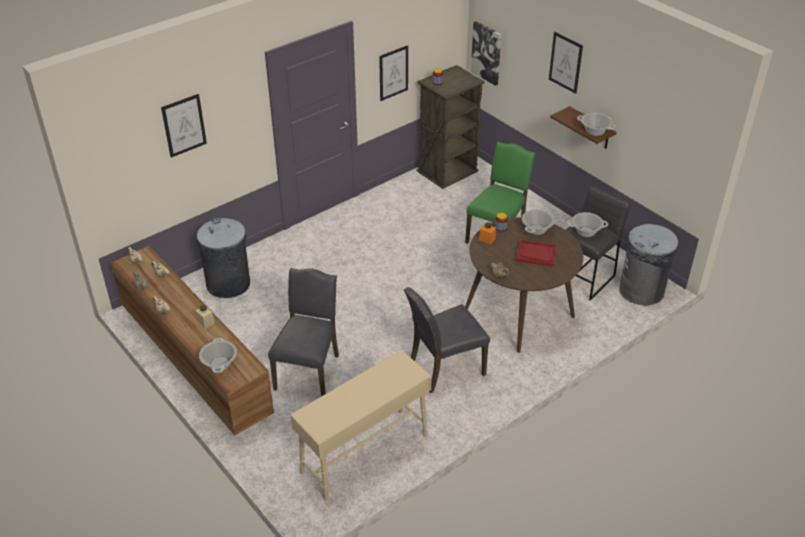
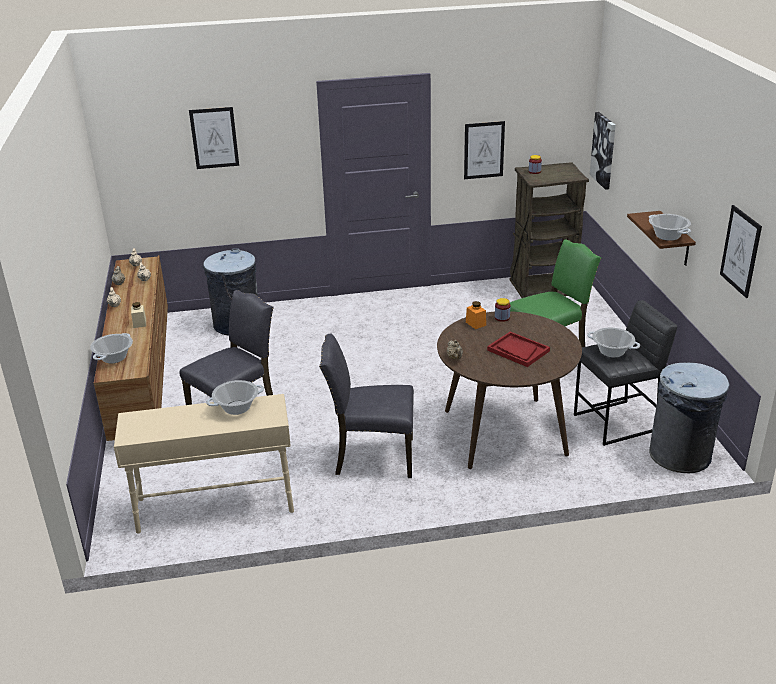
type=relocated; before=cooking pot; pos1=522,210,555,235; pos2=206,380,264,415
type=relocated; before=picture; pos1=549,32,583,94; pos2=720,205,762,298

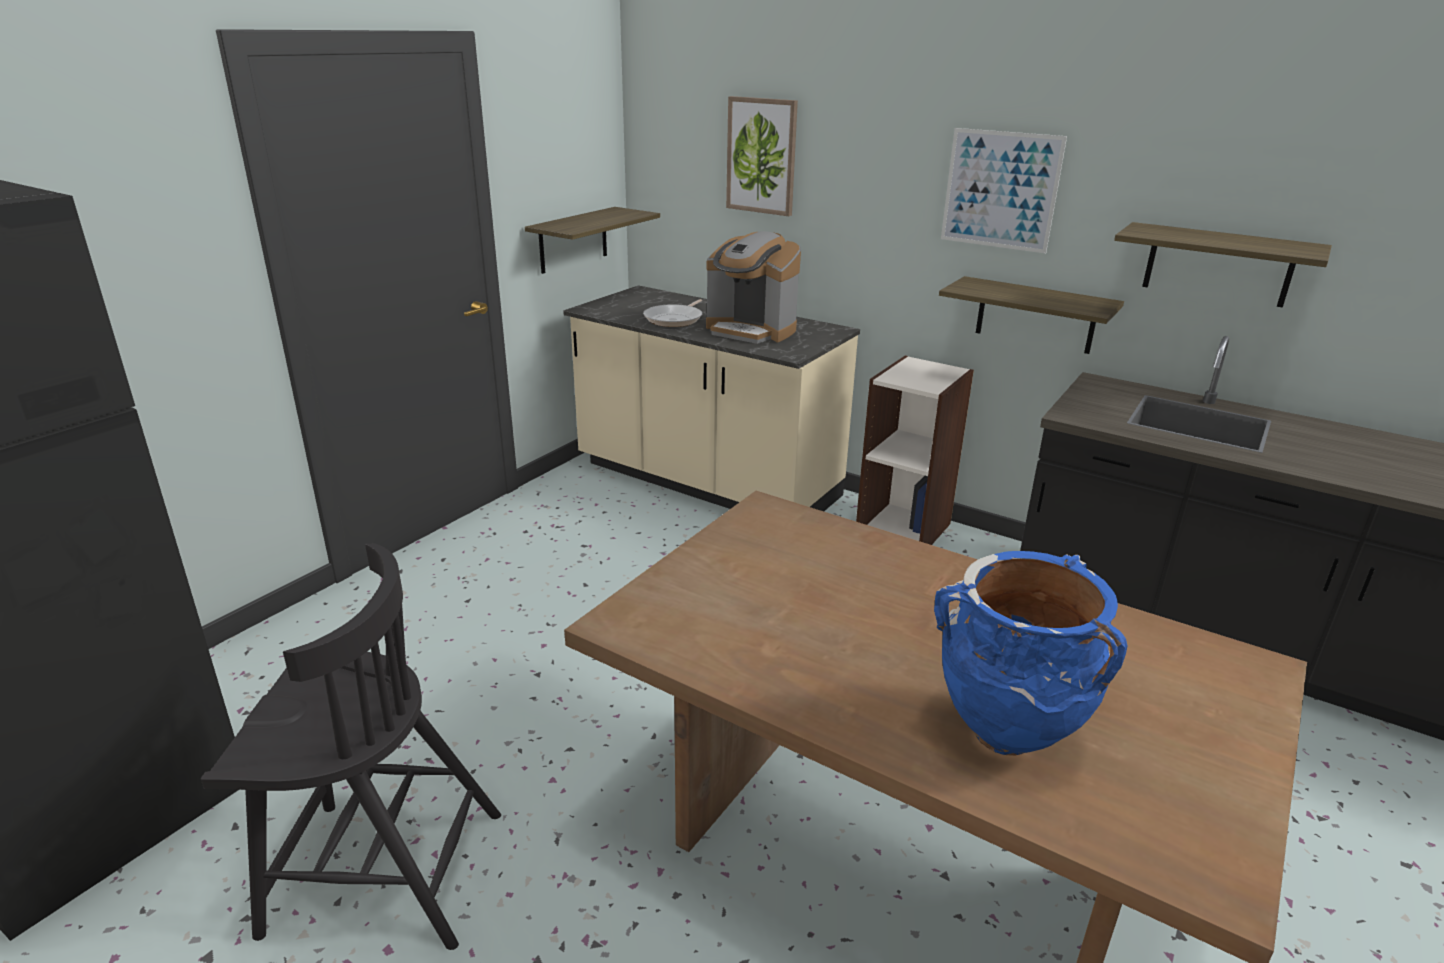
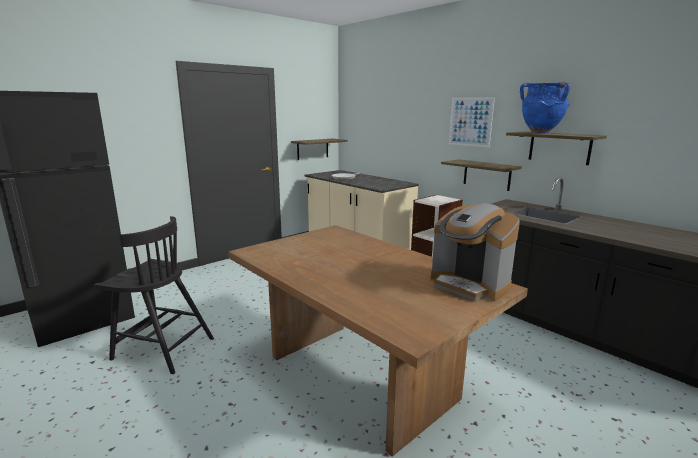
type=missing; before=picture; pos1=726,96,798,216
type=relocated; before=coffee machine; pos1=706,231,801,344; pos2=431,203,520,301
type=relocated; before=blue vase; pos1=934,551,1128,756; pos2=520,82,570,134

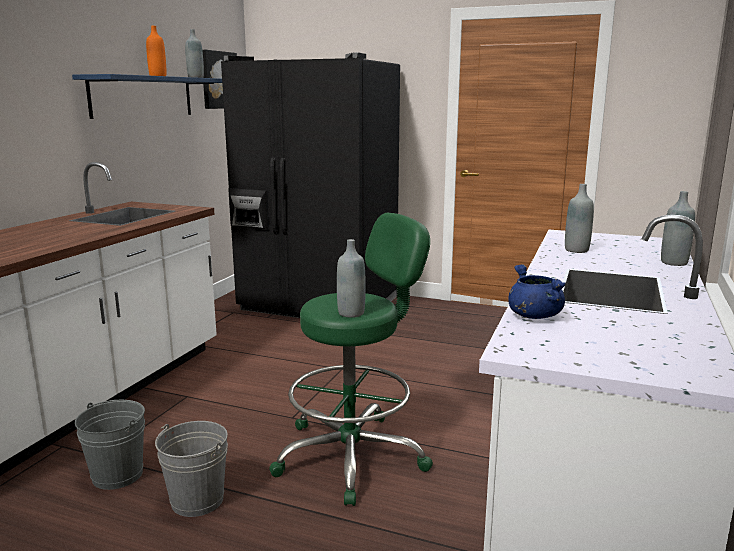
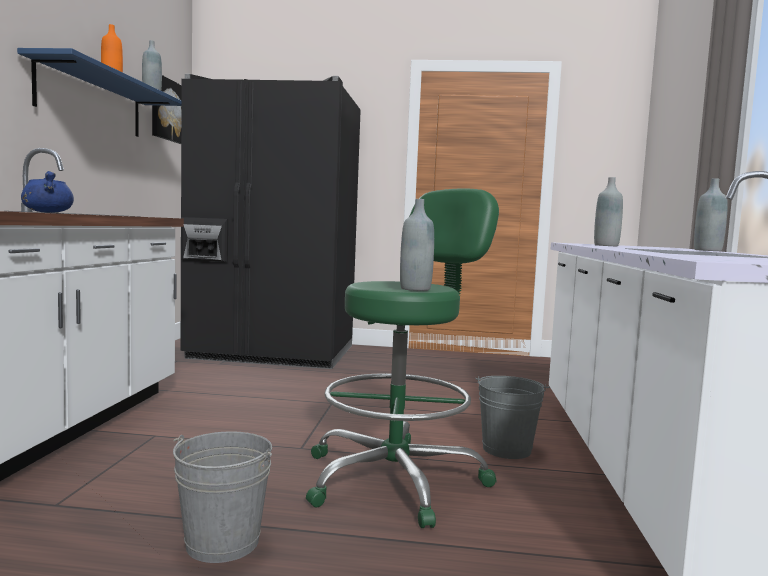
type=relocated; before=grey bucket; pos1=75,400,145,490; pos2=475,376,549,459
type=relocated; before=blue cooking pot; pos1=508,264,566,319; pos2=21,171,74,213

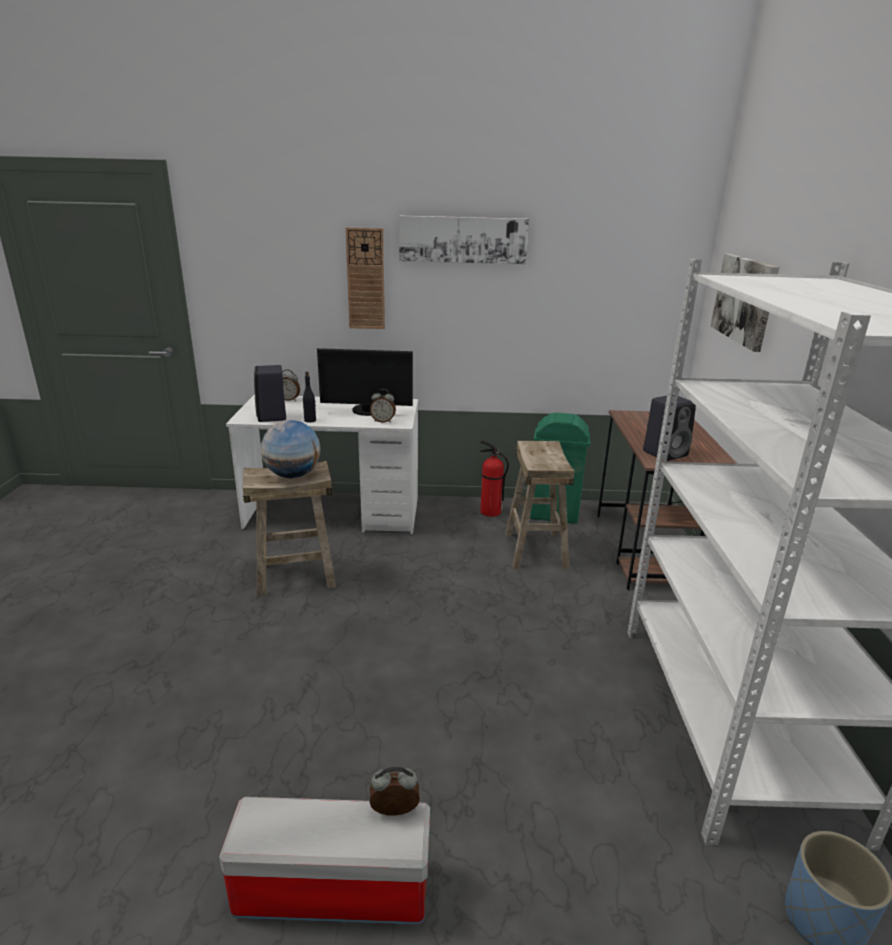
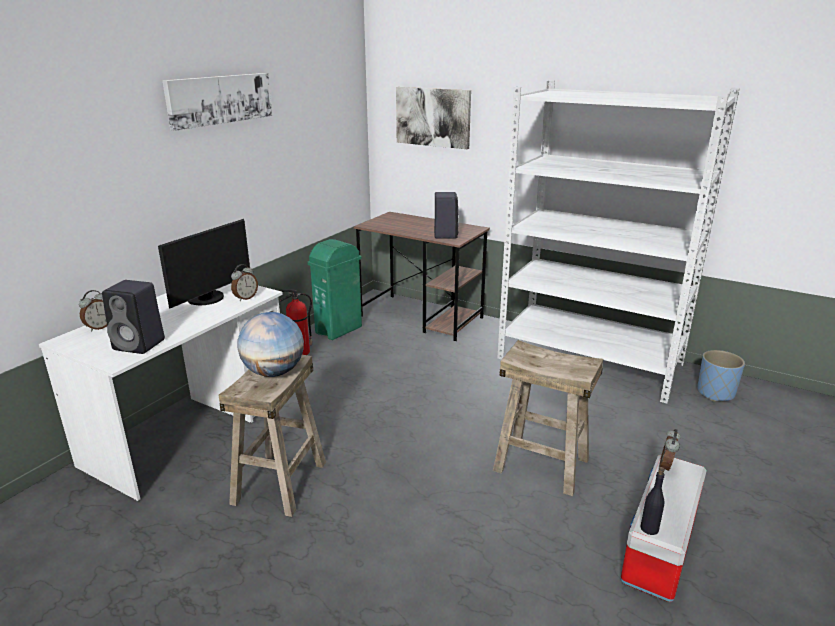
type=missing; before=wall clock; pos1=345,227,385,329
type=relocated; before=black bottle; pos1=303,372,316,423; pos2=641,467,665,535
type=relocated; before=beige stool; pos1=505,441,574,569; pos2=493,340,603,496

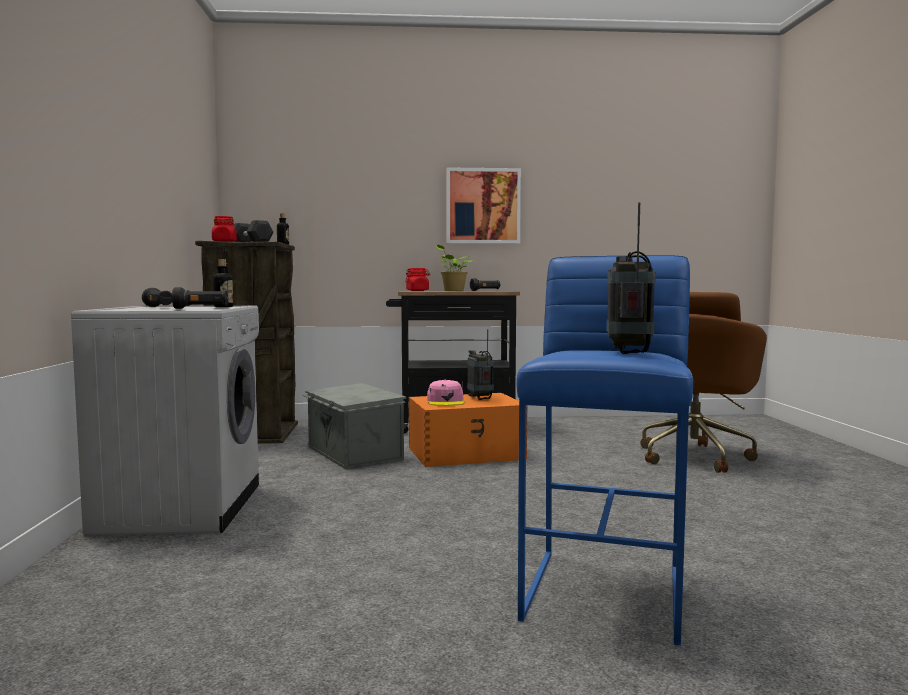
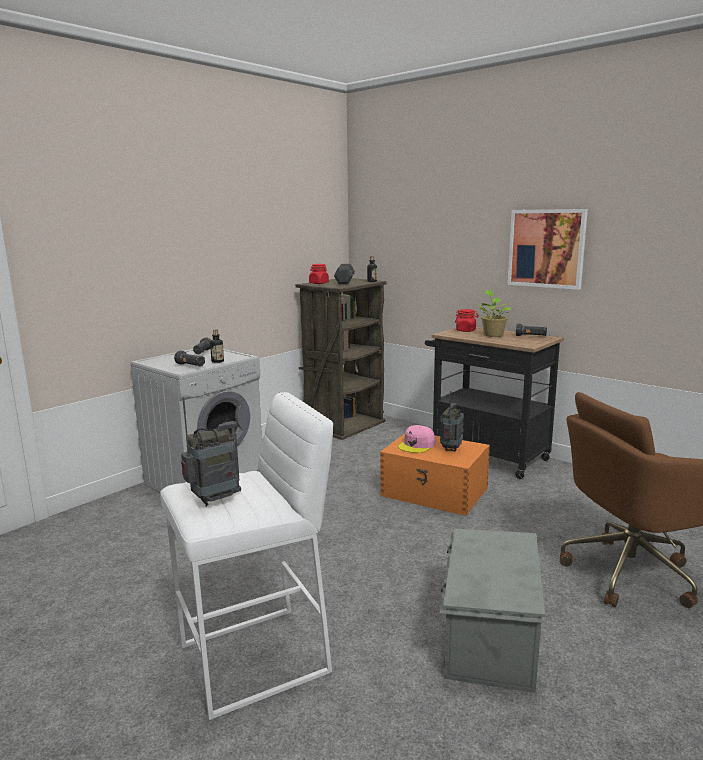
type=relocated; before=grey storage box; pos1=303,383,406,469; pos2=439,528,545,693
type=colour; before=blue stool; after=white stool; pos1=517,255,693,646; pos2=160,392,333,720

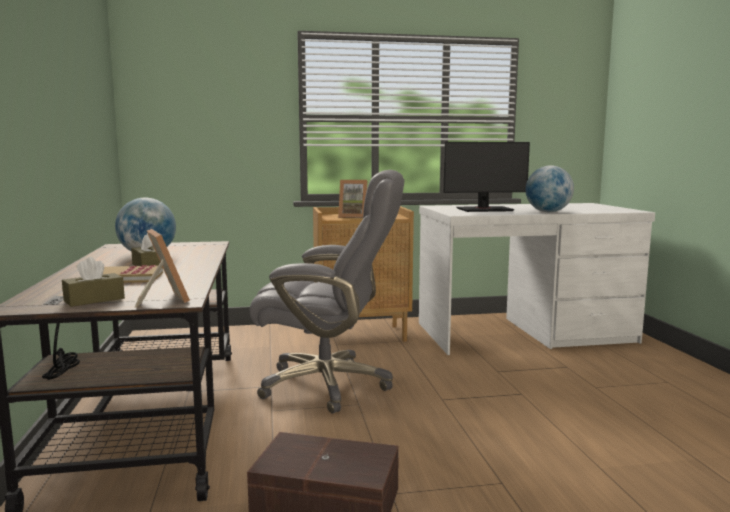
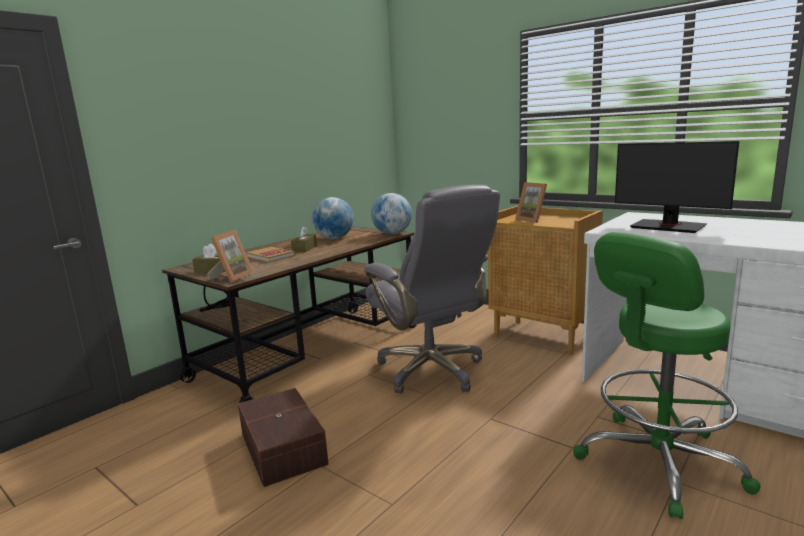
type=appeared; after=green stool; pos2=573,232,760,519
type=relocated; before=globe; pos1=526,165,574,212; pos2=371,193,412,234

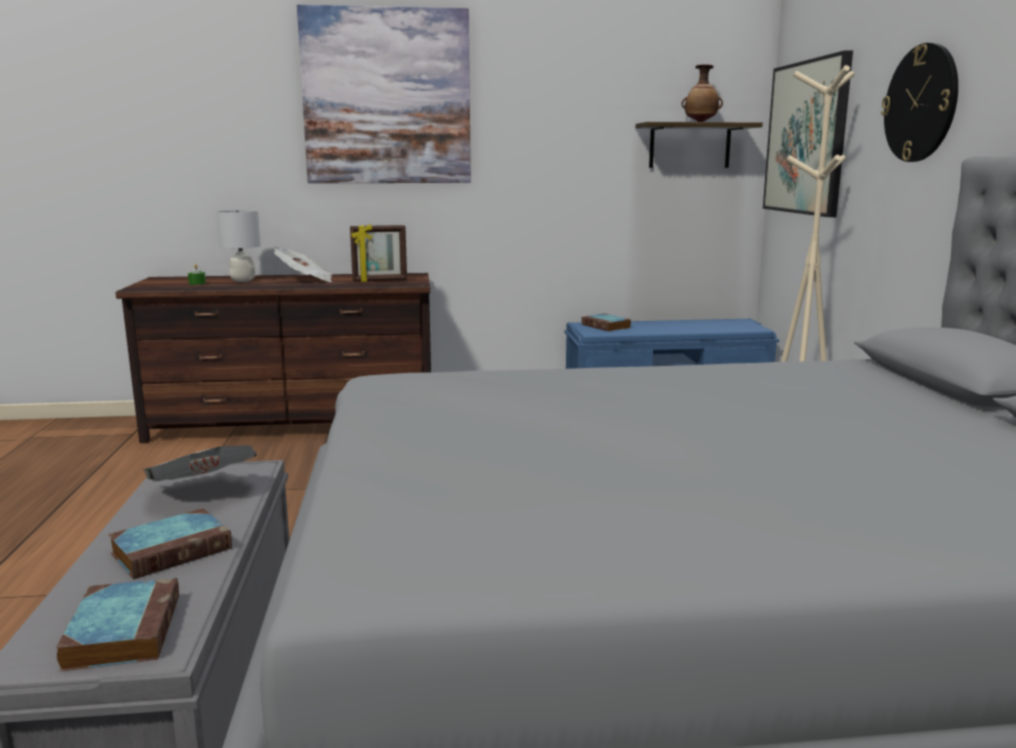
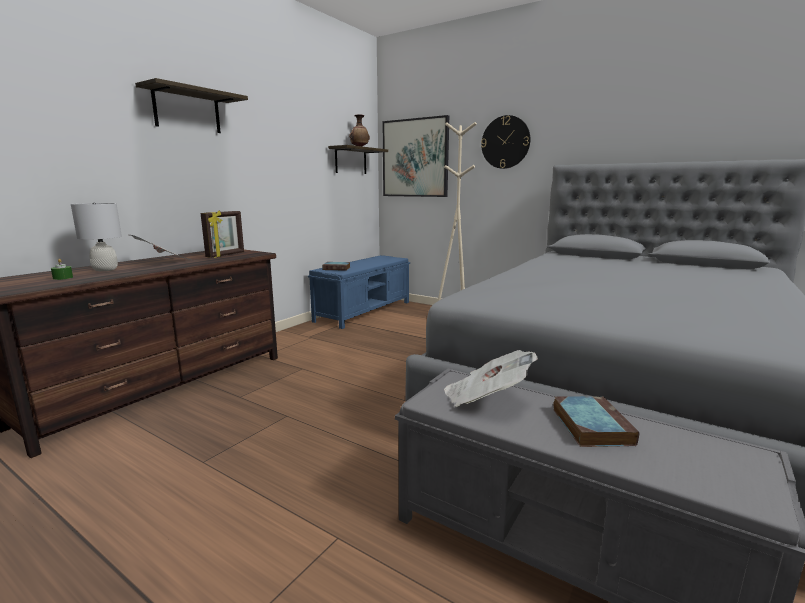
type=missing; before=book; pos1=56,578,179,672
type=exchanged; before=picture; after=shelf; pos1=297,5,471,183; pos2=135,78,248,133

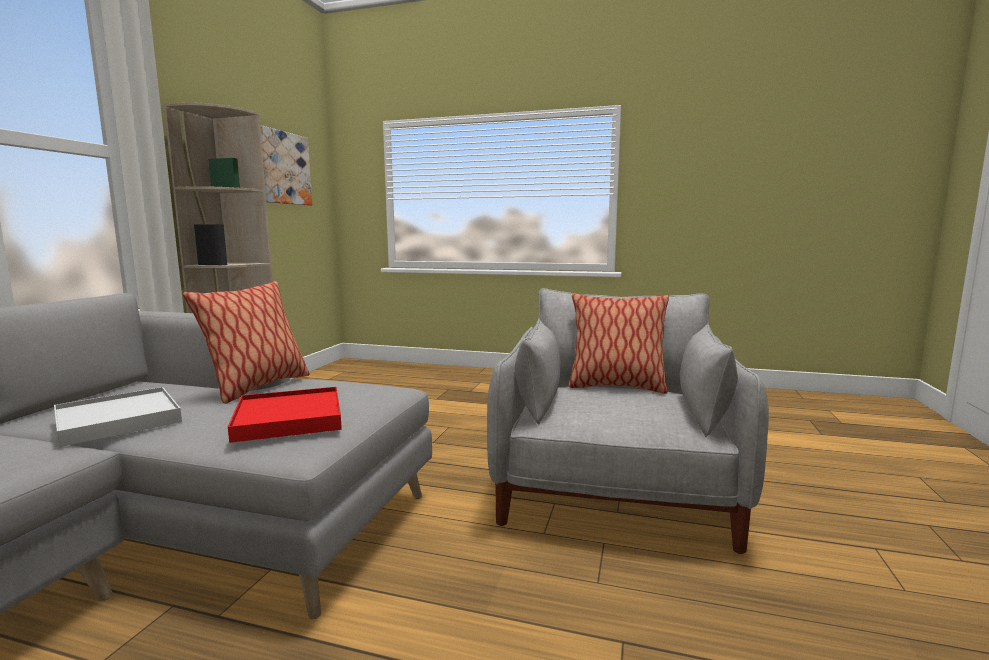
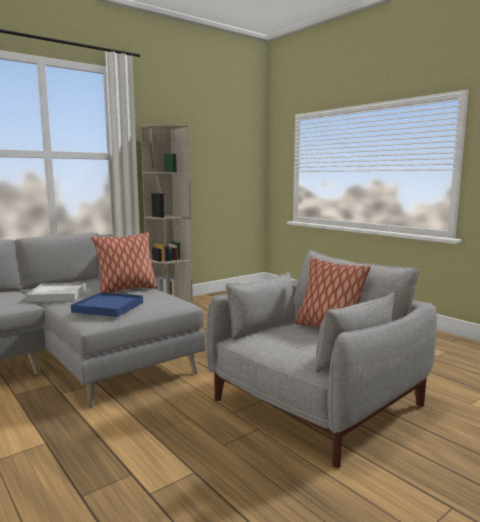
type=missing; before=picture; pos1=260,126,312,206
type=colour; before=red tray; after=blue tray; pos1=228,387,342,443; pos2=71,292,143,317

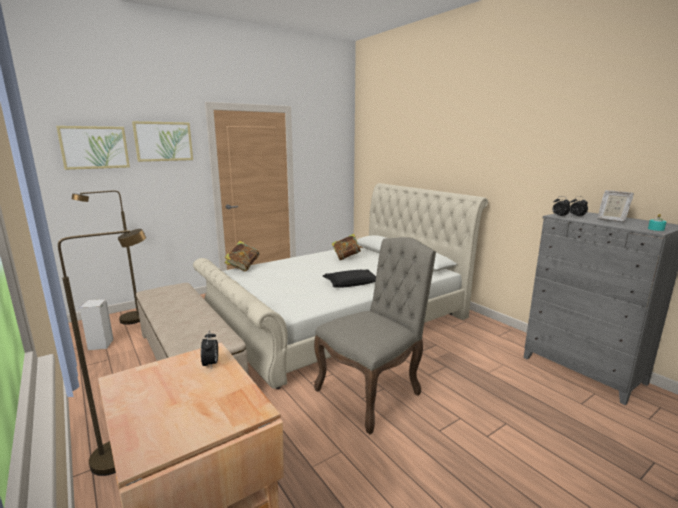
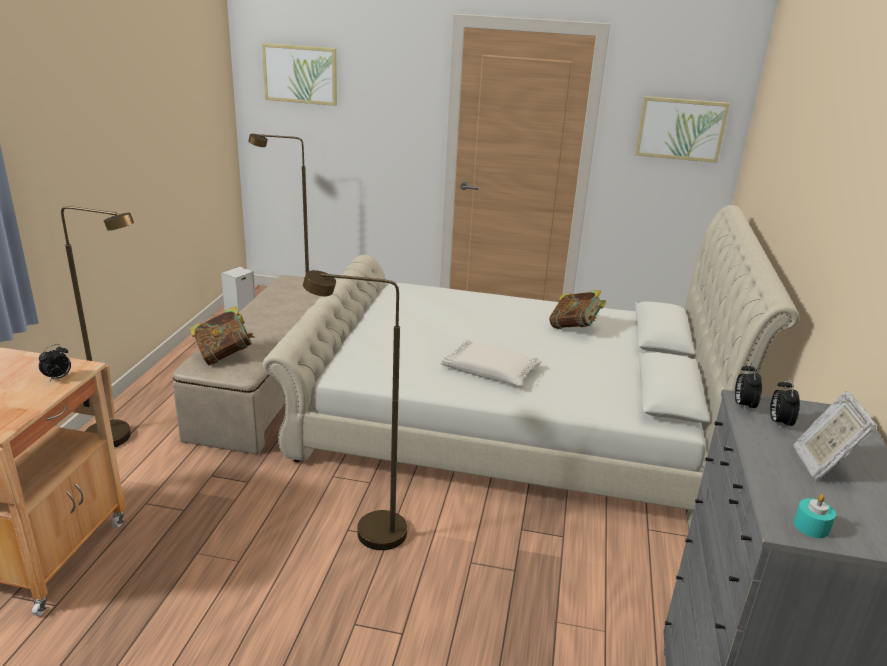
type=relocated; before=picture; pos1=132,121,193,162; pos2=635,96,730,163
type=relocated; before=book; pos1=224,241,259,271; pos2=189,306,255,365
type=exchanged; before=grey chair; after=brown floor lamp; pos1=314,237,436,434; pos2=303,270,407,550
type=colour; before=black pillow; after=white pillow; pos1=323,269,376,287; pos2=440,339,542,386

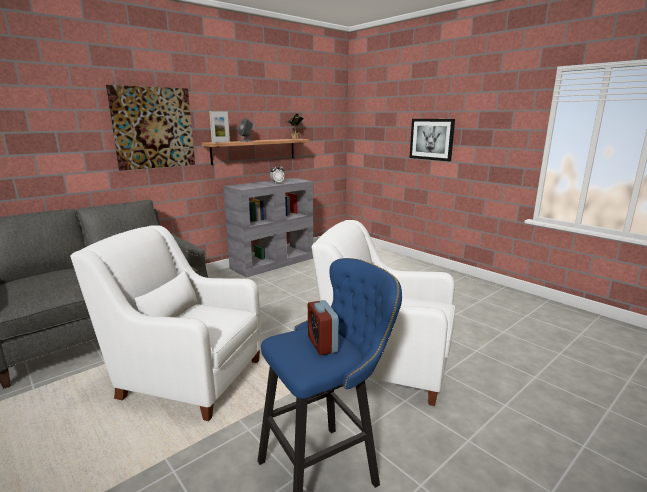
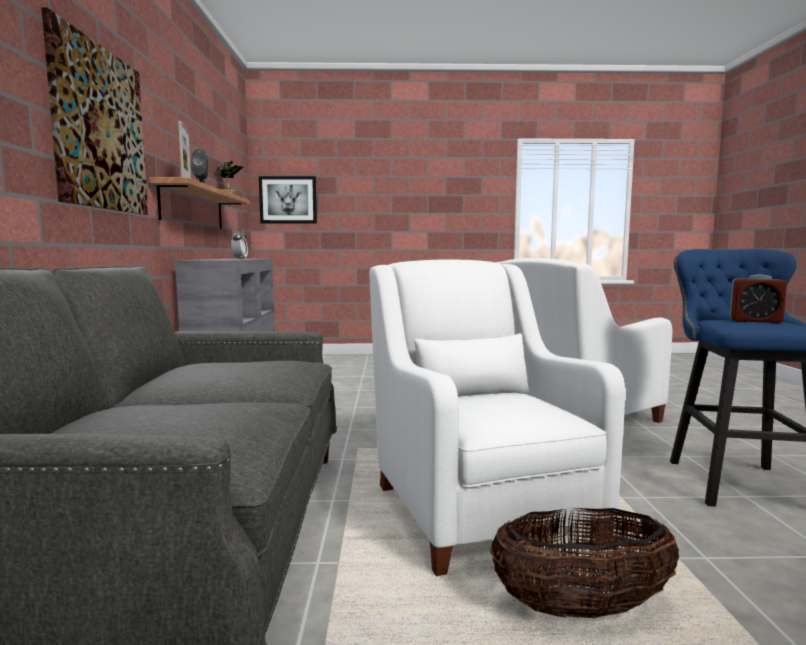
type=appeared; after=basket; pos2=490,508,679,618
type=relocated; before=picture; pos1=410,119,455,161; pos2=259,176,317,223
type=spun; before=white armchair; pos1=70,225,261,421; pos2=369,259,625,576; turn=105

